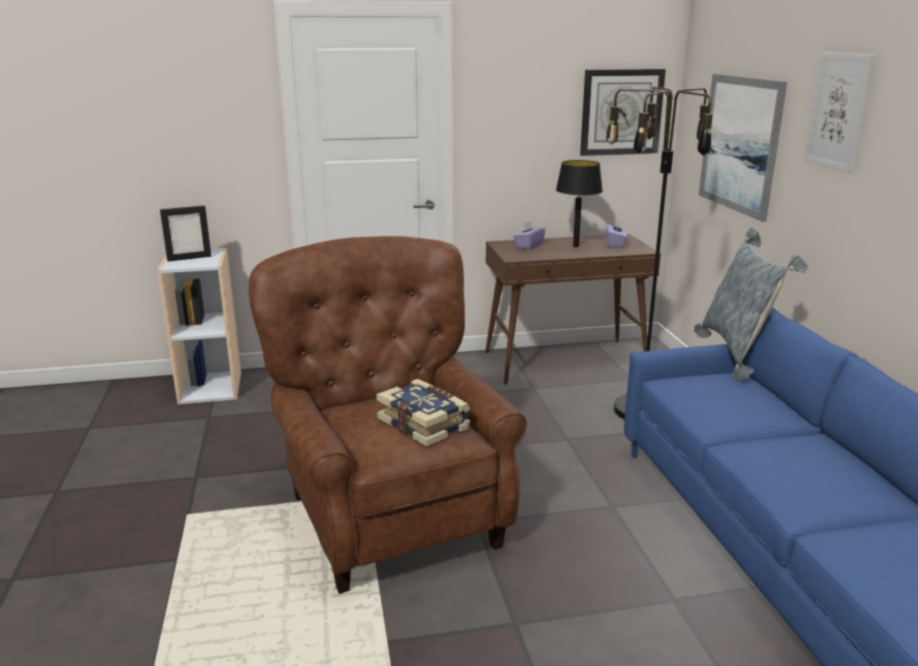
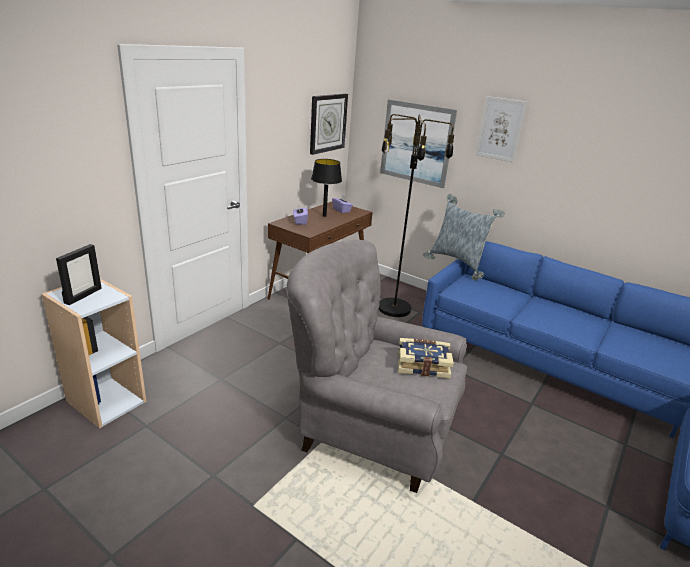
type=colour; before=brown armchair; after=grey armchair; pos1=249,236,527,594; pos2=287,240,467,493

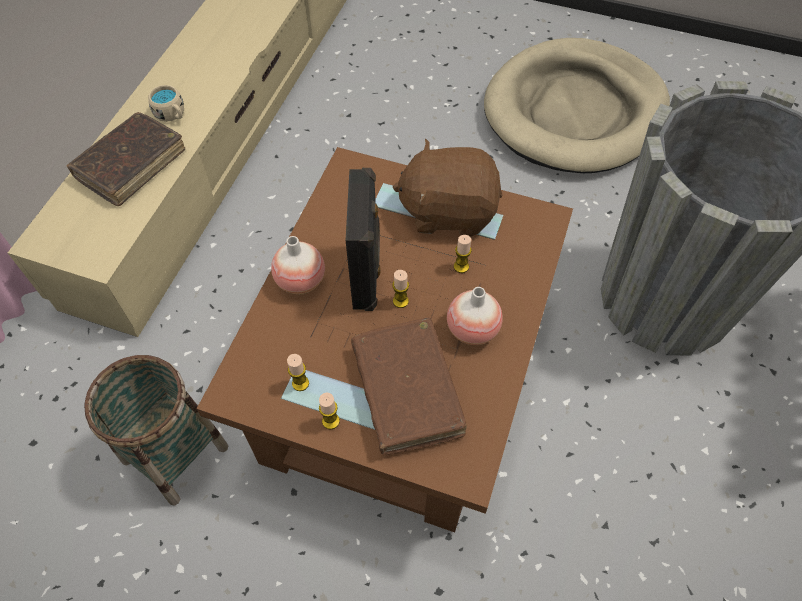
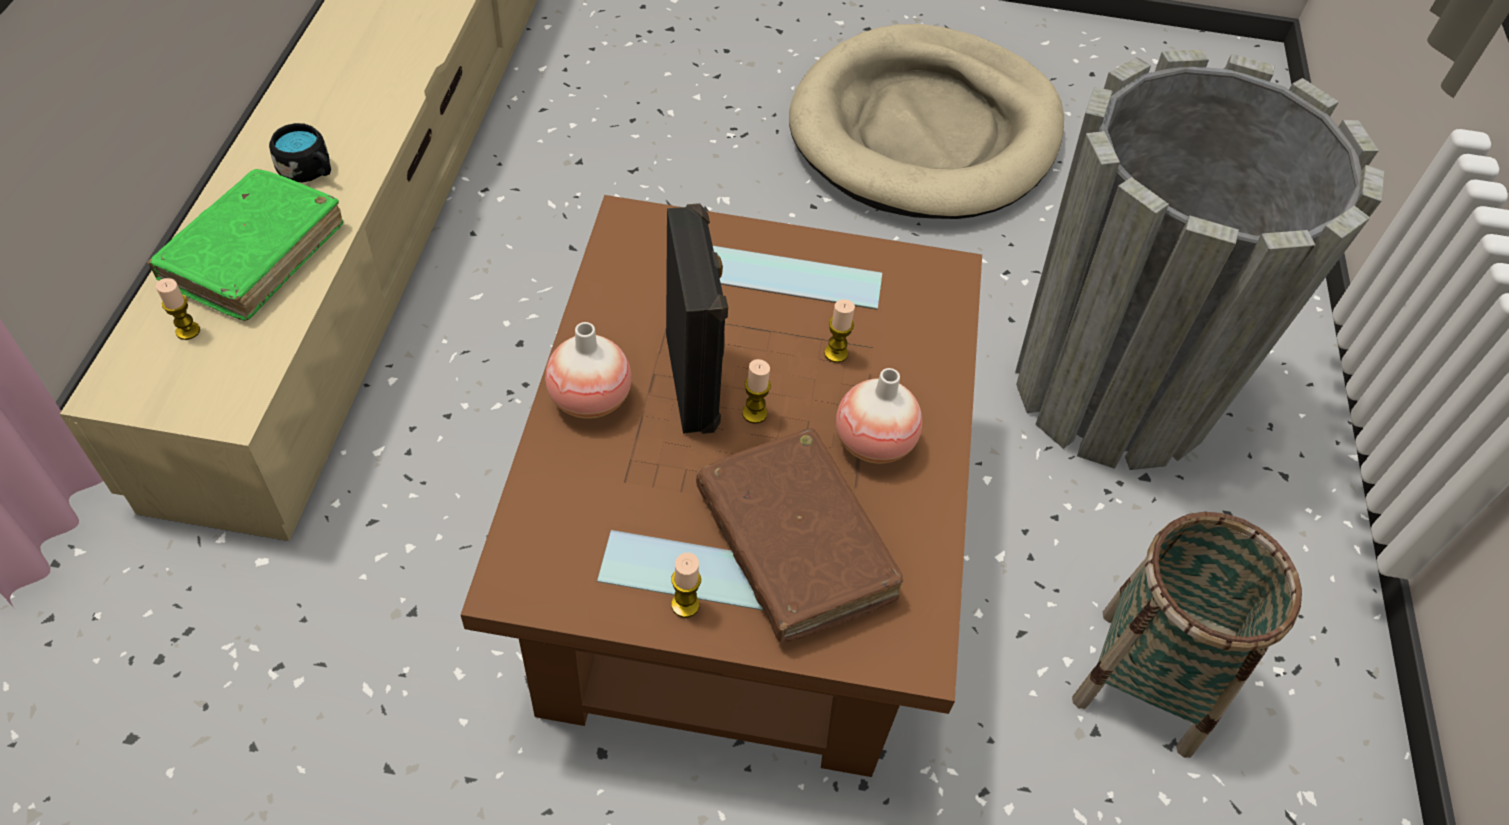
type=missing; before=brown plush toy; pos1=393,139,503,237
type=relocated; before=basket; pos1=84,355,229,506; pos2=1072,512,1302,758
type=relocated; before=candle; pos1=287,354,309,391; pos2=156,278,200,340
type=colour; before=brown book; after=green book; pos1=67,112,185,206; pos2=147,169,343,321
type=colour; before=beige mug; after=black mug; pos1=148,85,184,122; pos2=269,123,331,182

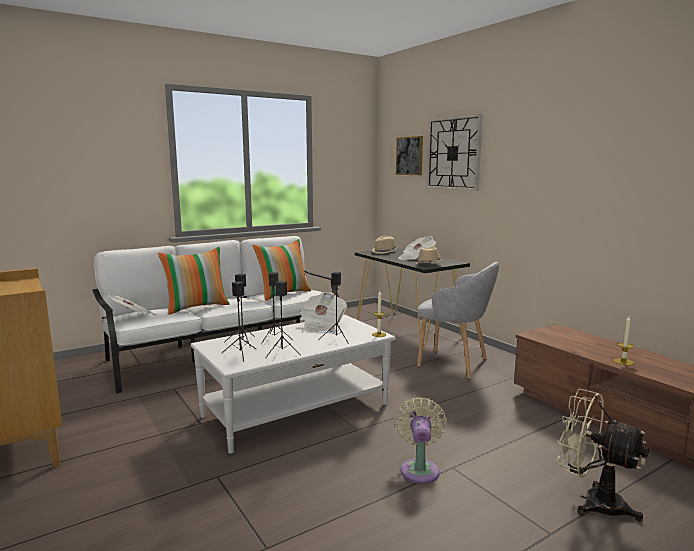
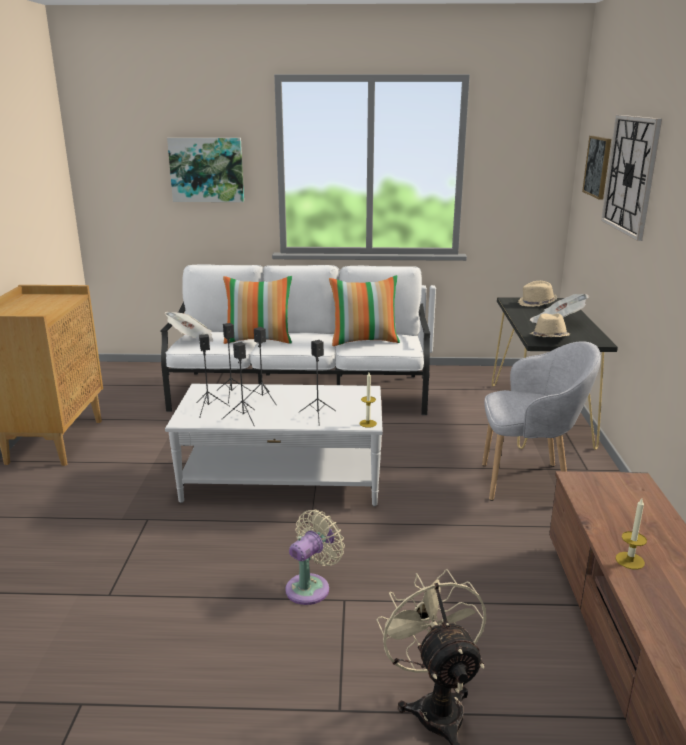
type=missing; before=newspaper; pos1=300,292,347,333
type=appeared; after=picture; pos2=167,138,244,202
type=spun; before=grey armchair; pos1=417,262,499,379; pos2=482,341,601,501; turn=-60

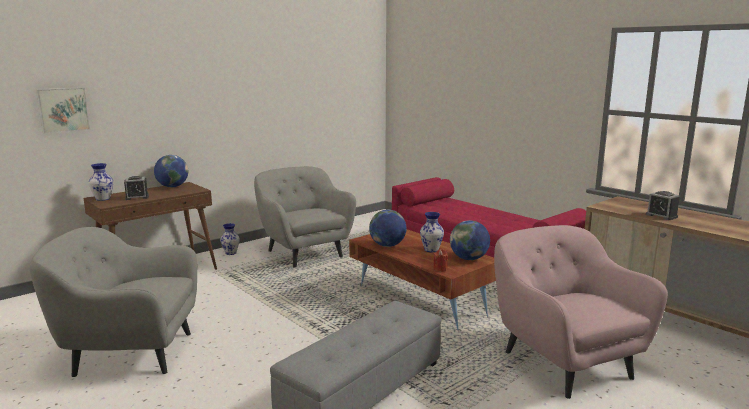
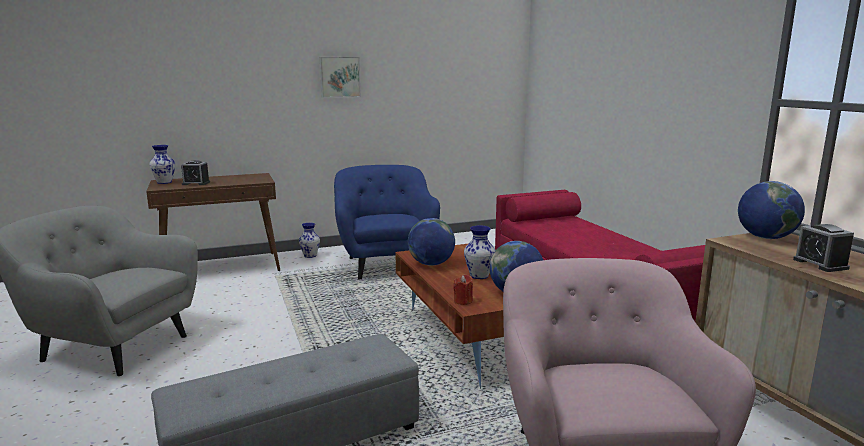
type=relocated; before=picture; pos1=36,88,90,133; pos2=320,57,361,98
type=relocated; before=globe; pos1=154,155,188,187; pos2=738,181,805,239
type=colour; before=grey armchair; after=blue armchair; pos1=254,166,356,267; pos2=334,165,440,279

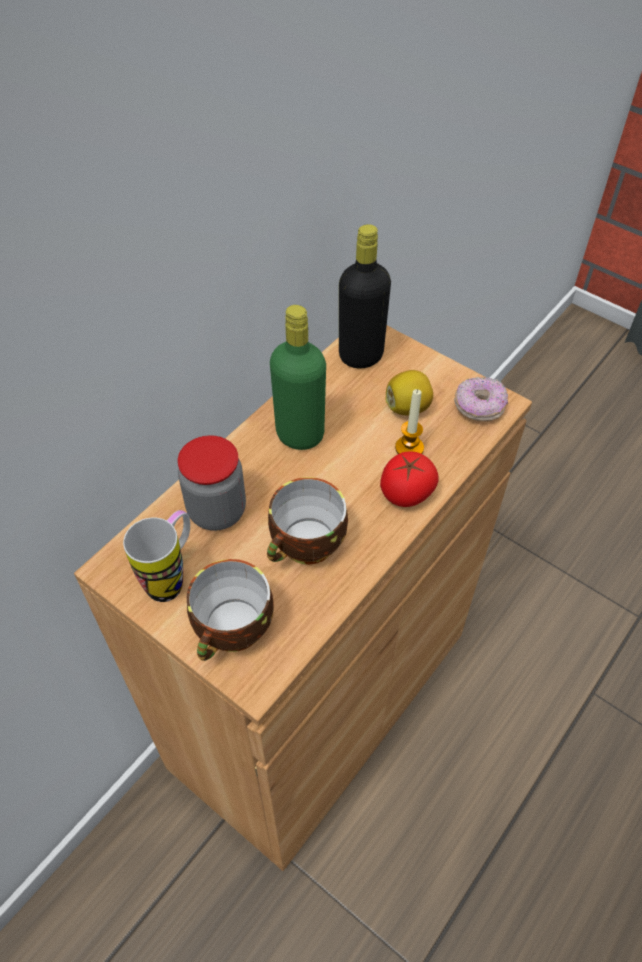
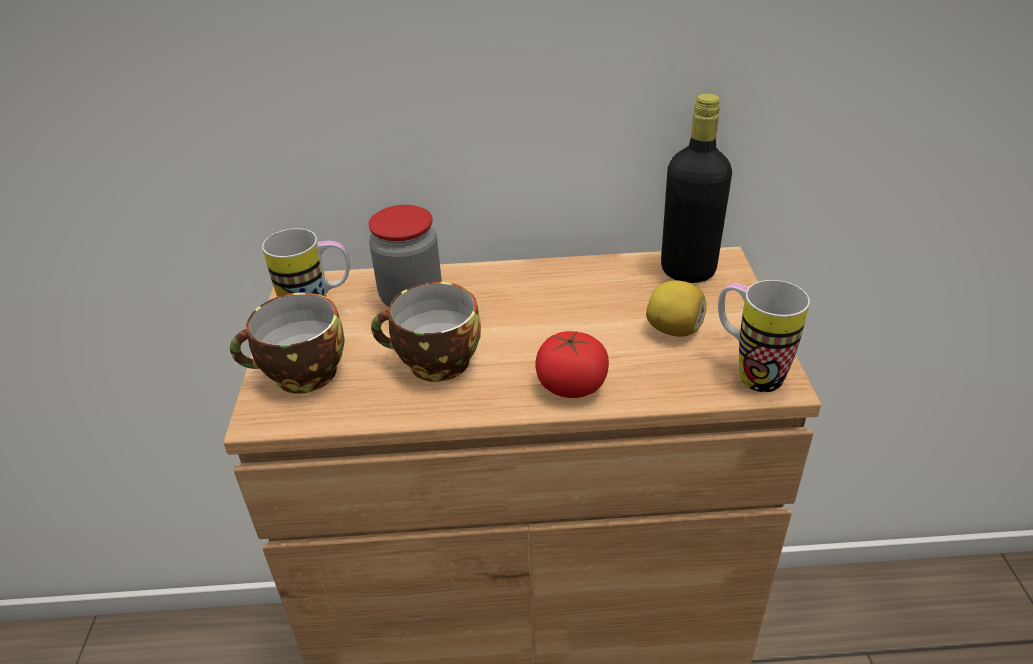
type=missing; before=green bottle; pos1=270,305,326,450
type=missing; before=candle; pos1=395,389,424,454
type=exchanged; before=donut; after=mug; pos1=454,377,508,421; pos2=718,280,810,392

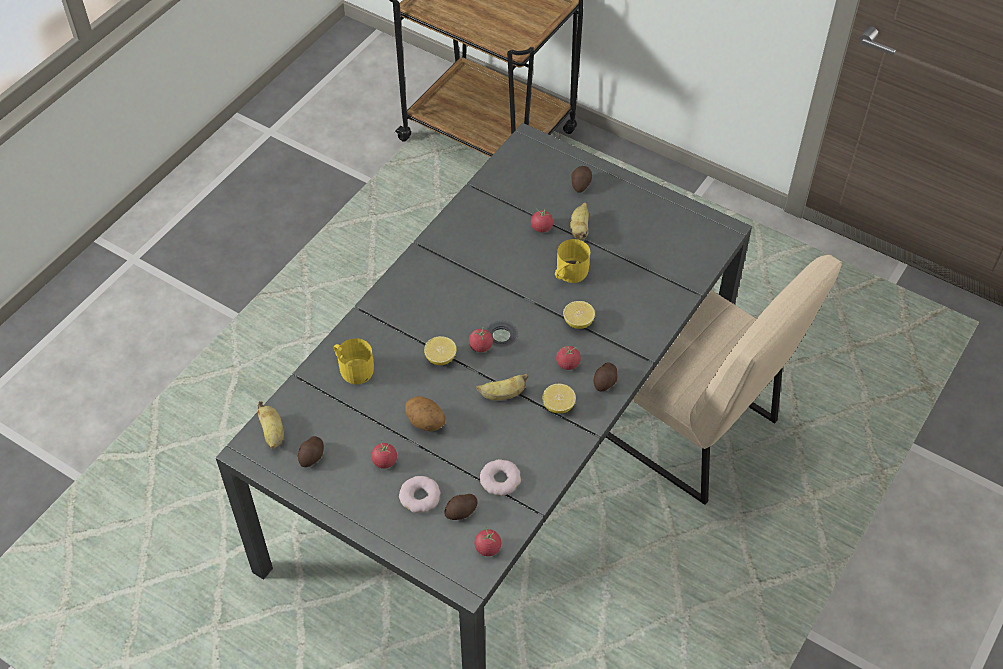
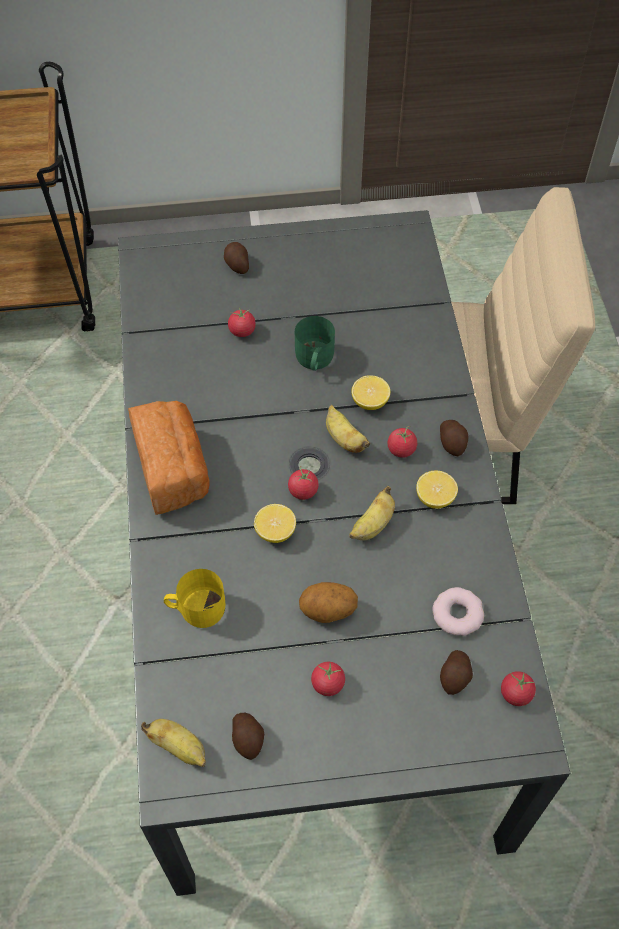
type=missing; before=donut; pos1=399,476,440,513
type=appeared; after=bread; pos2=128,401,210,515
type=relocated; before=banana; pos1=570,202,589,240; pos2=326,405,370,453
type=colour; before=yellow mug; after=green mug; pos1=555,239,590,283; pos2=295,316,335,371

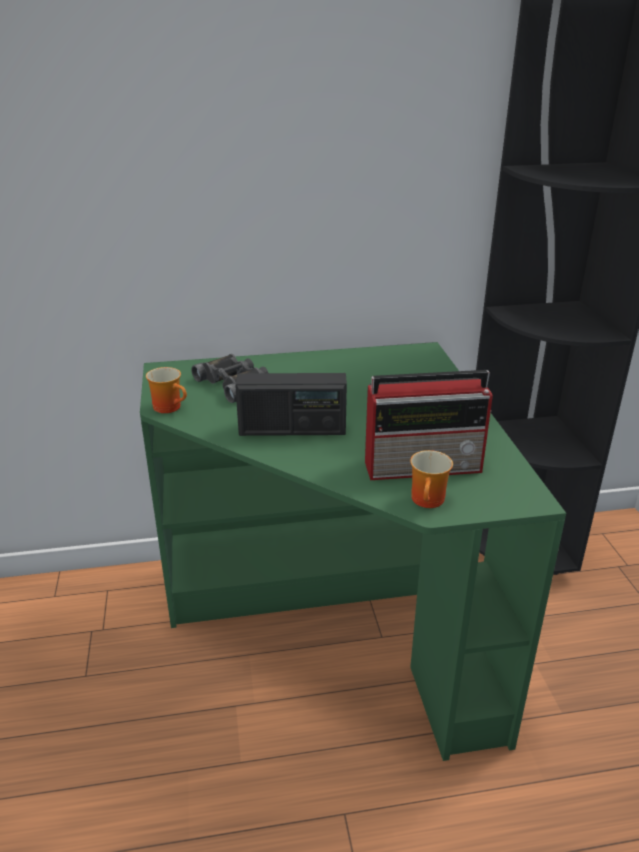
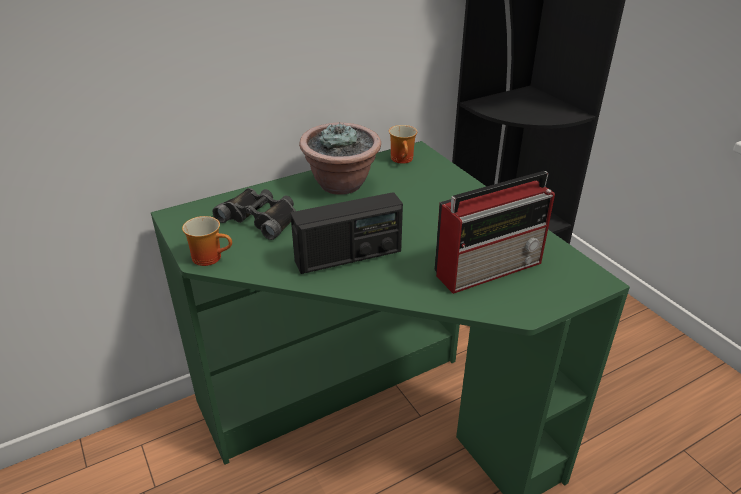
type=appeared; after=potted plant; pos2=299,122,381,195
type=relocated; before=mug; pos1=410,450,453,508; pos2=389,125,417,164

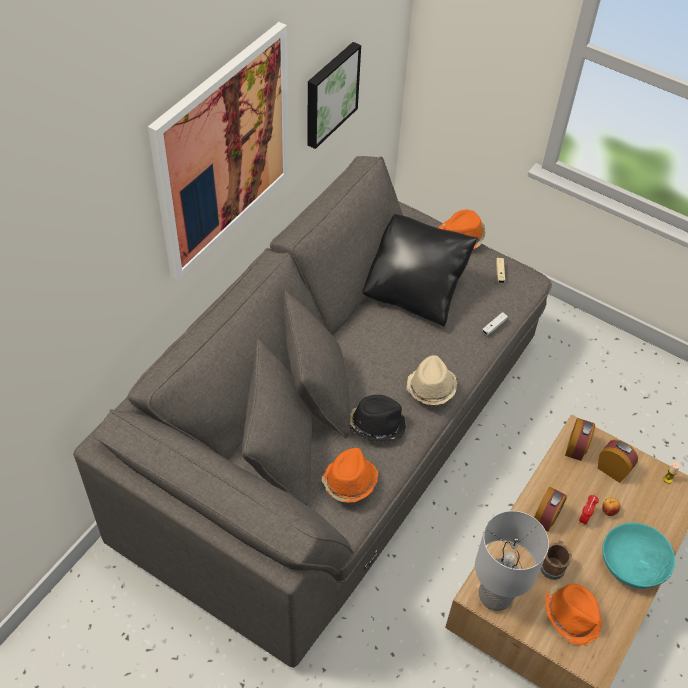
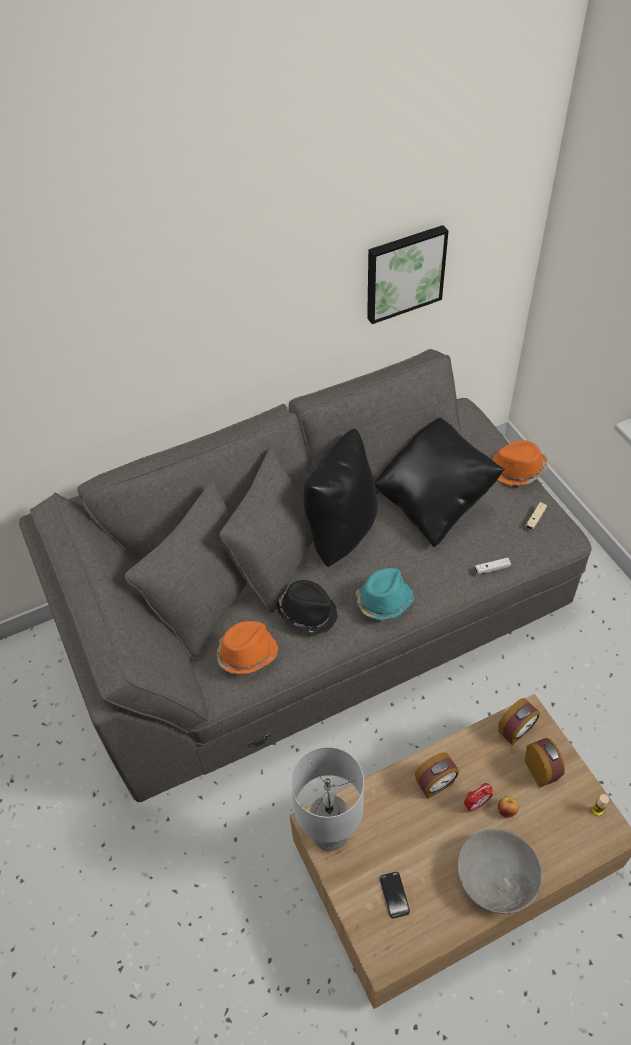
type=missing; before=picture; pos1=148,22,289,280
type=missing; before=brown mug; pos1=540,540,572,580
type=appeared; after=black pillow; pos2=303,428,378,567
type=exchanged; before=orange hat; after=phone; pos1=545,584,602,645; pos2=380,872,410,919
type=colour; before=beige hat; after=turquoise hat; pos1=406,355,457,405; pos2=356,568,414,620
type=colour; before=turquoise bowl; after=grey bowl; pos1=602,522,675,589; pos2=457,829,542,914

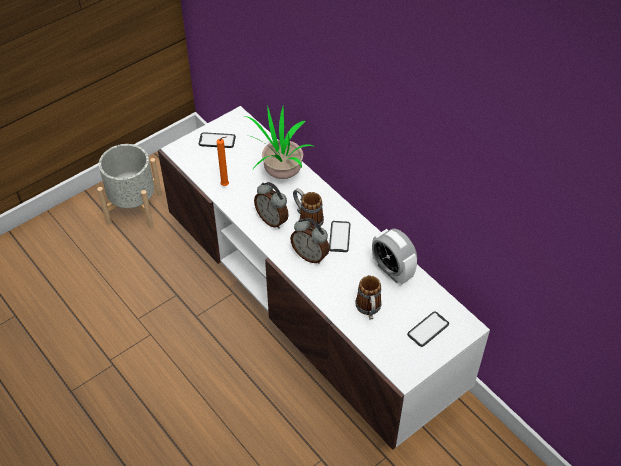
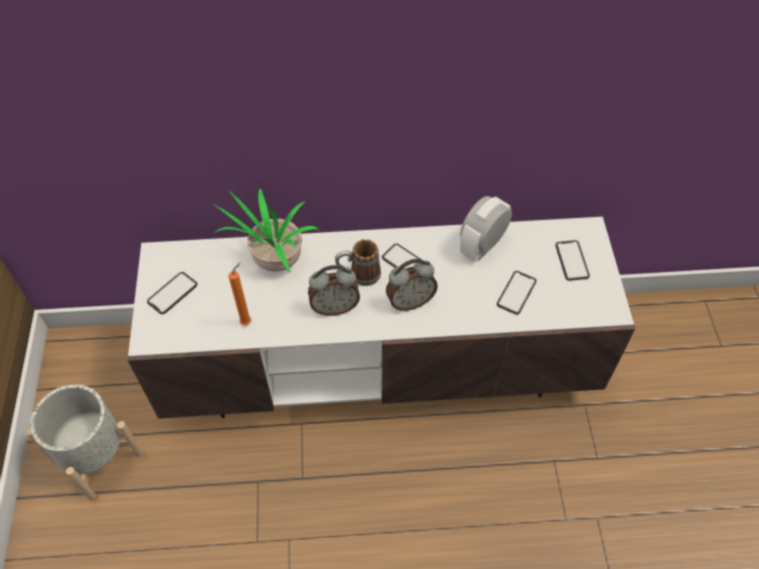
type=exchanged; before=mug; after=phone; pos1=355,275,381,319; pos2=497,271,537,315
type=spun; before=alarm clock; pos1=372,229,417,284; pos2=460,196,512,262; turn=135

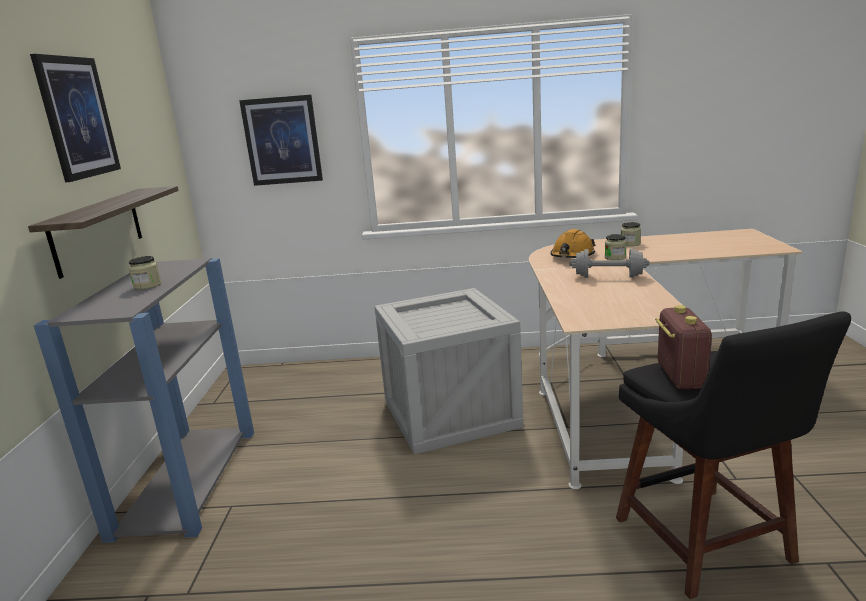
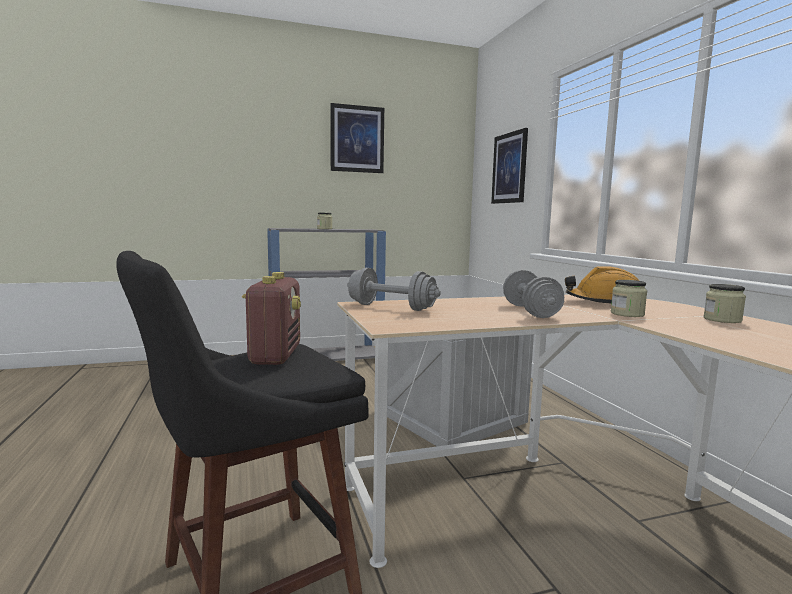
type=missing; before=shelf; pos1=28,186,179,279
type=appeared; after=grey dumbbell; pos2=347,268,441,311
type=spun; before=radio; pos1=655,305,712,389; pos2=242,272,301,365; turn=-75

